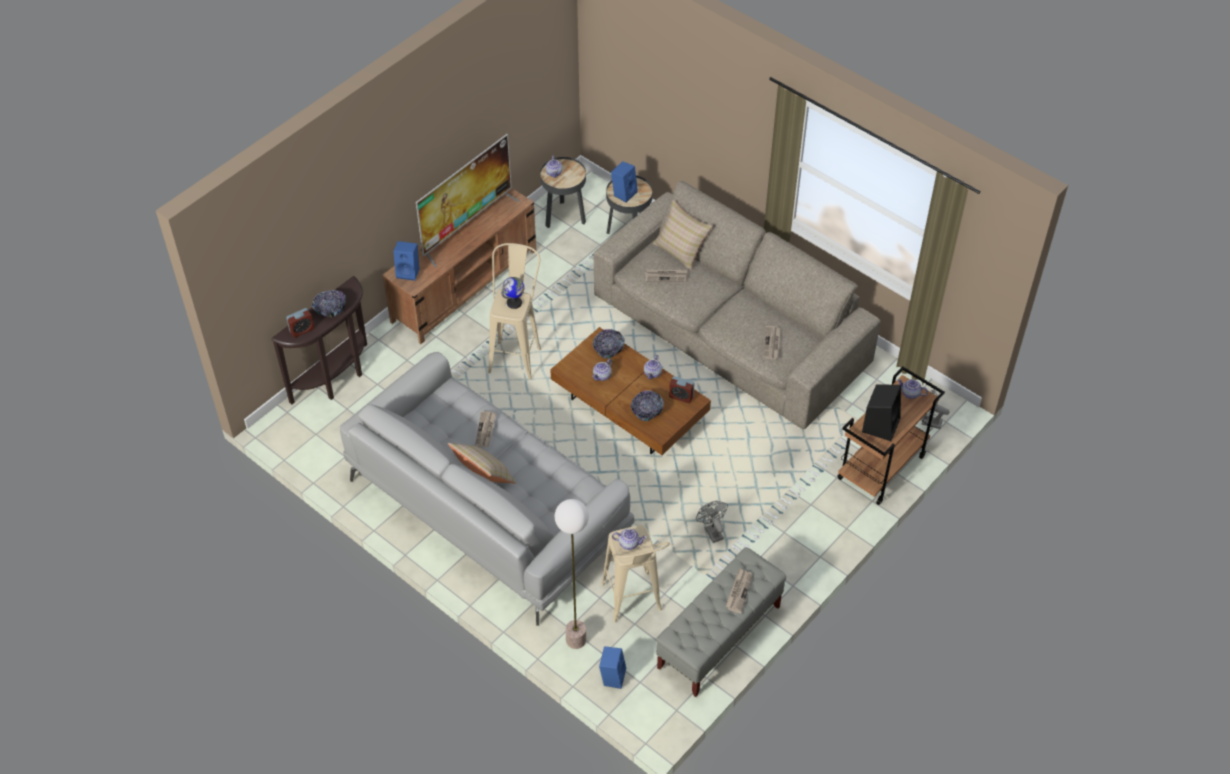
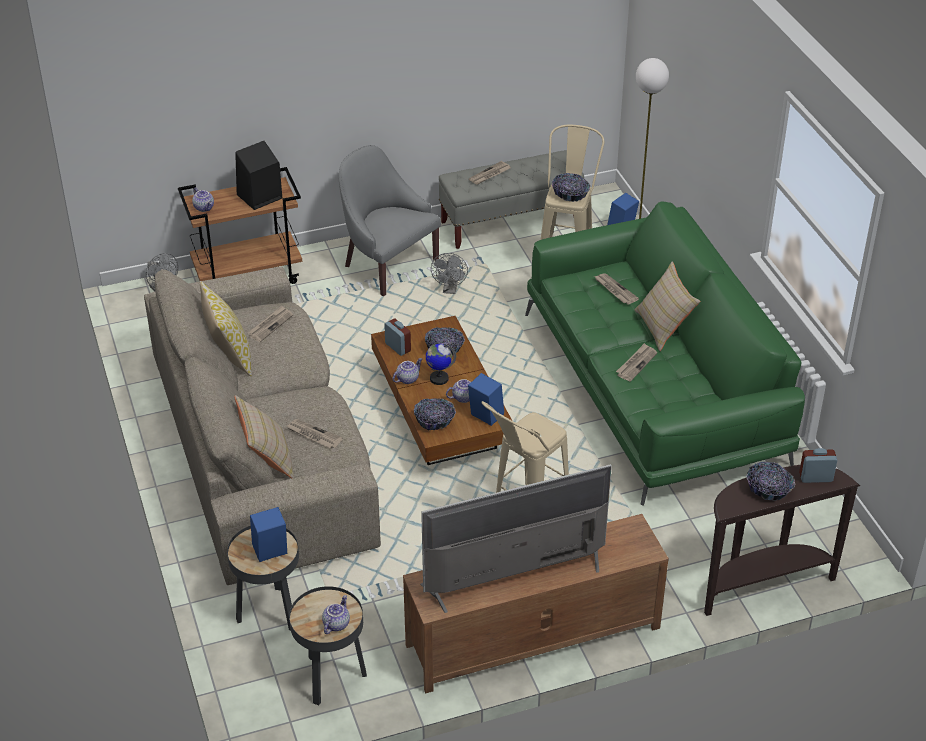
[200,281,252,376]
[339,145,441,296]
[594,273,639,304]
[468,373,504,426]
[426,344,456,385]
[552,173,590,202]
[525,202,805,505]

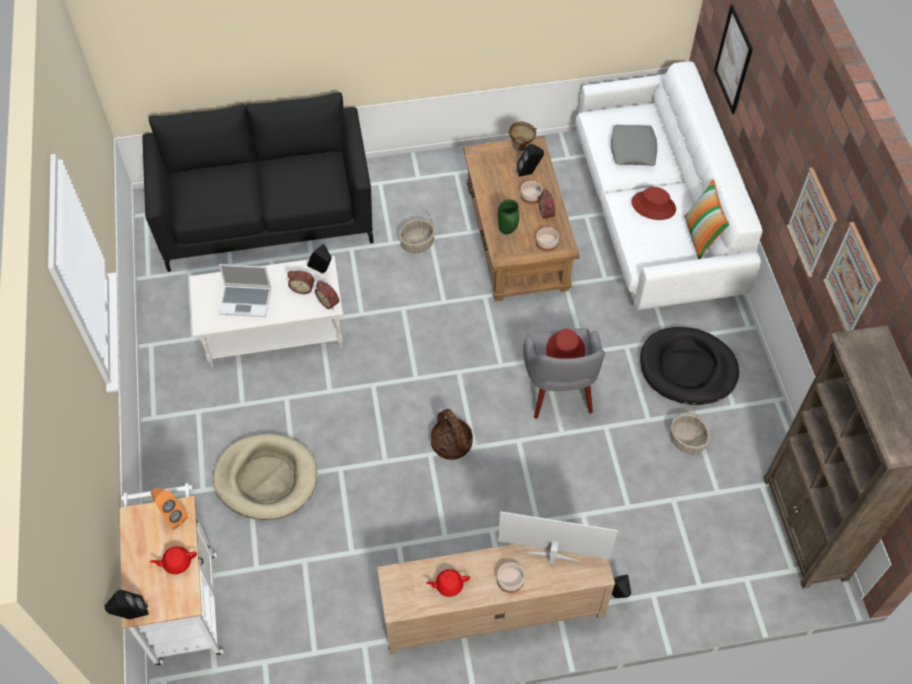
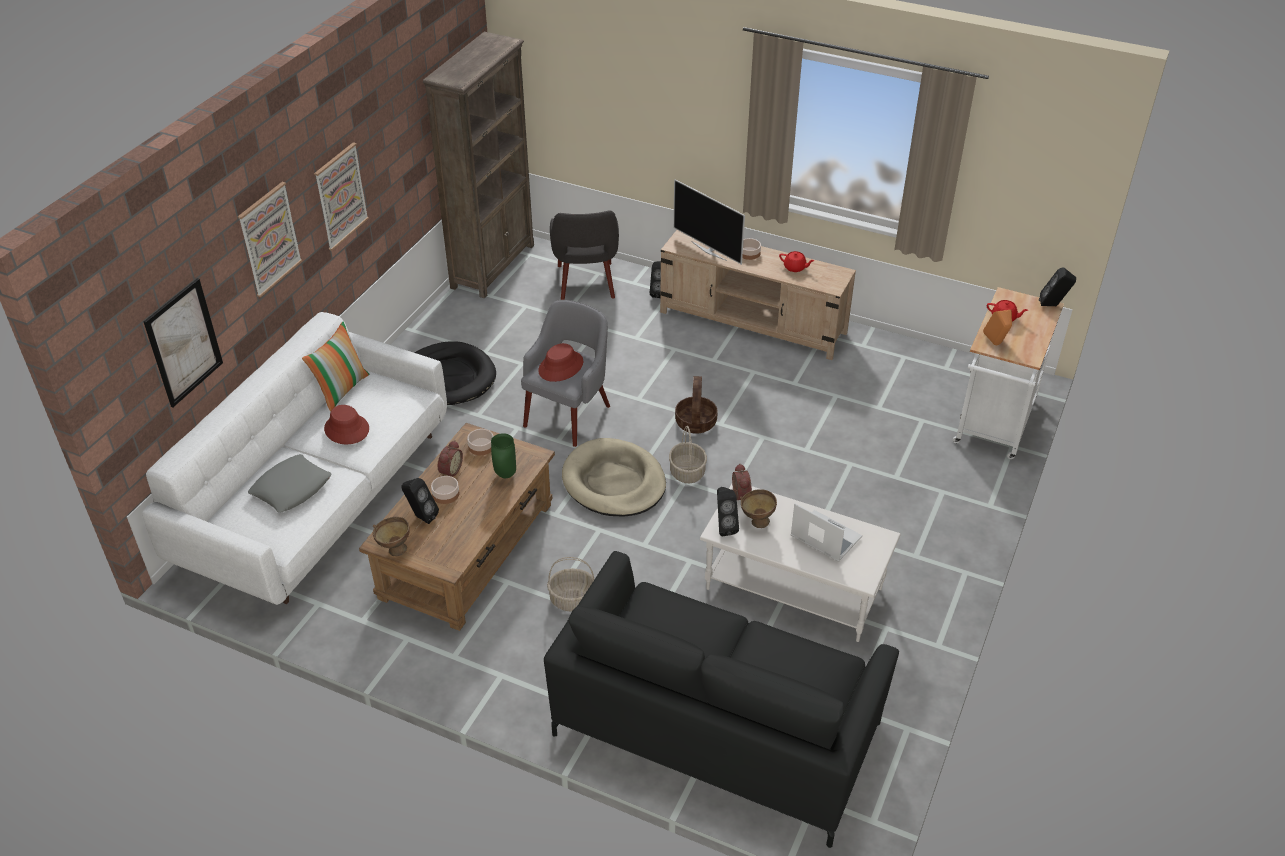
[550,211,619,300]
[562,438,666,517]
[669,426,707,483]
[238,182,302,297]
[740,489,777,528]

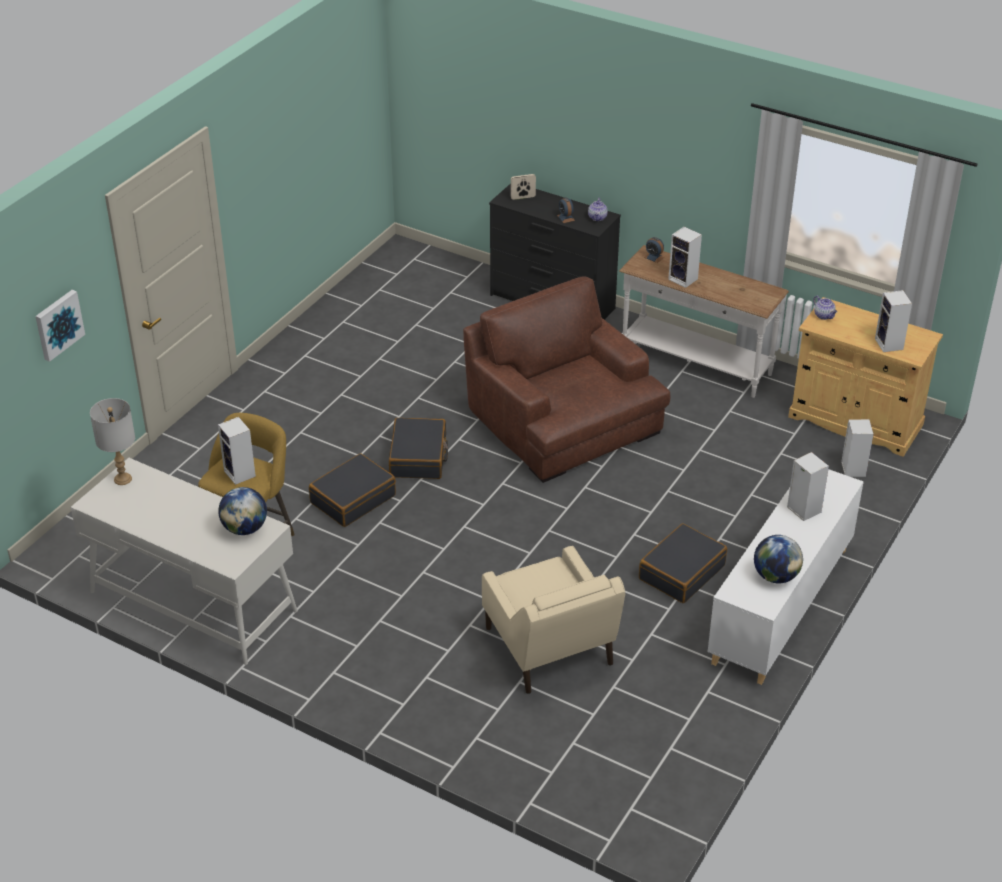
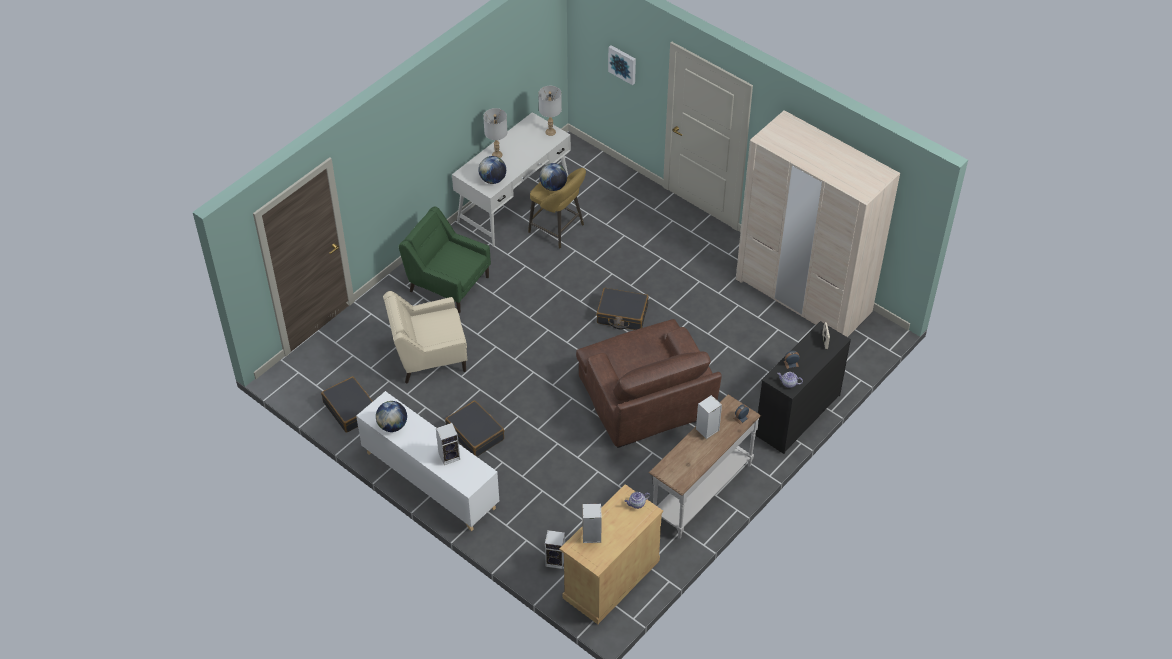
[398,207,491,313]
[483,108,508,158]
[736,110,900,337]
[321,376,373,433]
[539,163,567,191]
[576,319,722,448]

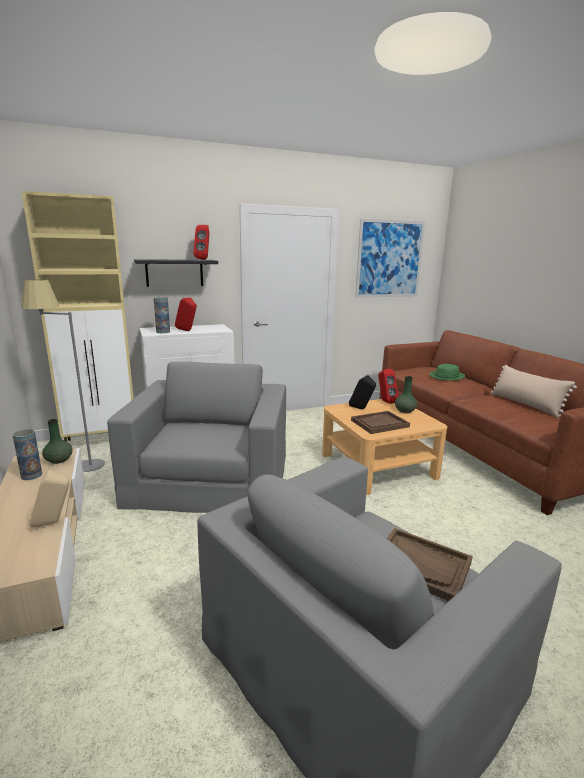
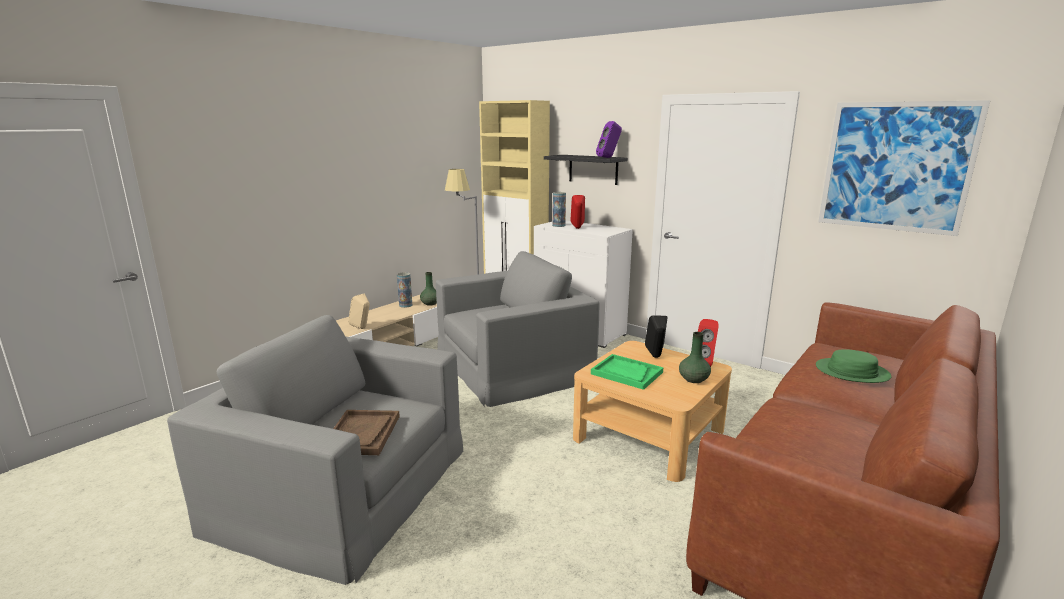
[491,365,577,418] (first image)
[596,121,622,158]
[591,354,663,390]

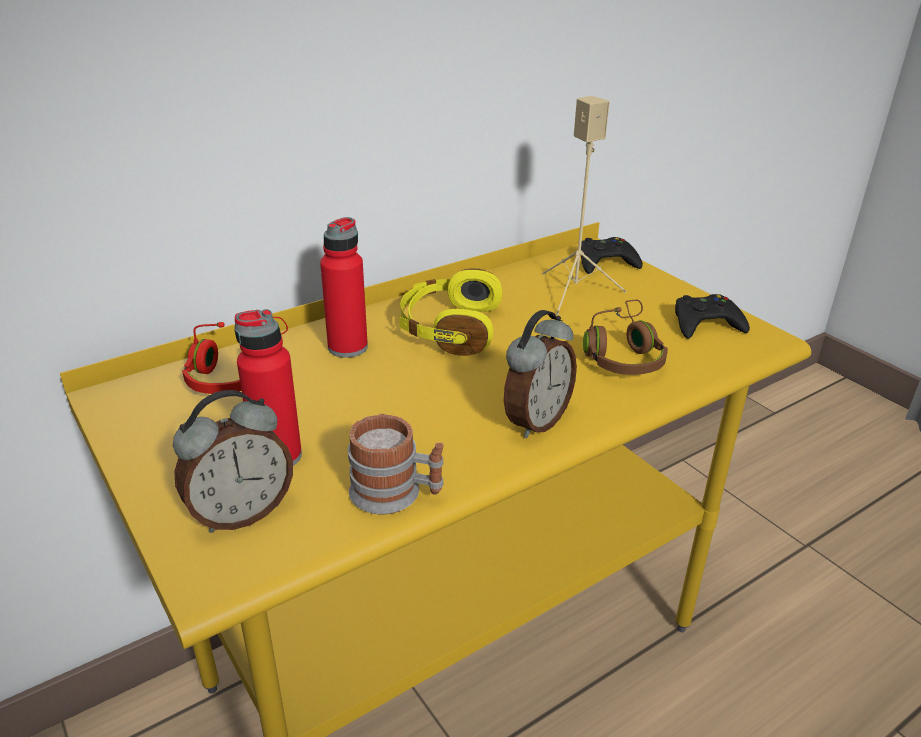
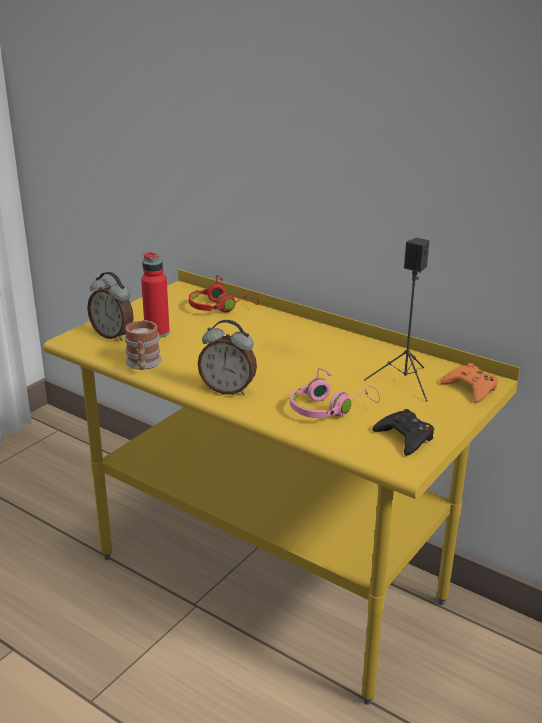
[320,217,368,358] (first image)
[399,268,502,356] (first image)
[364,237,429,402]
[440,363,498,403]
[290,368,380,418]

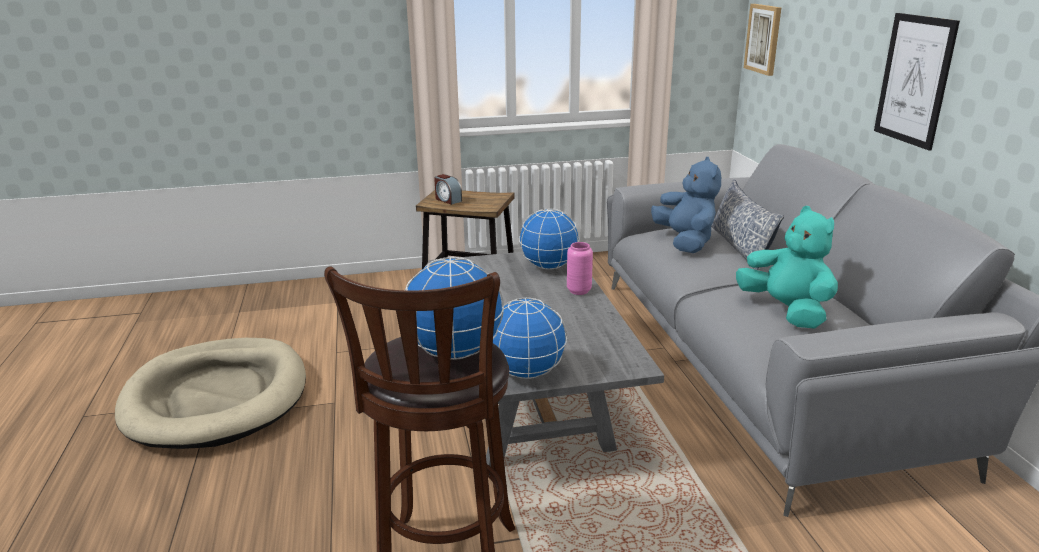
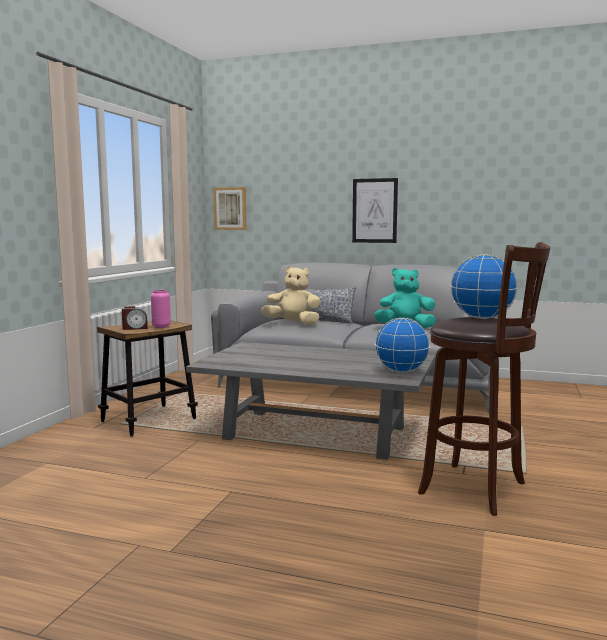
[115,338,306,449] (first image)
[519,209,580,270] (first image)
[151,290,171,328]
[261,266,321,325]

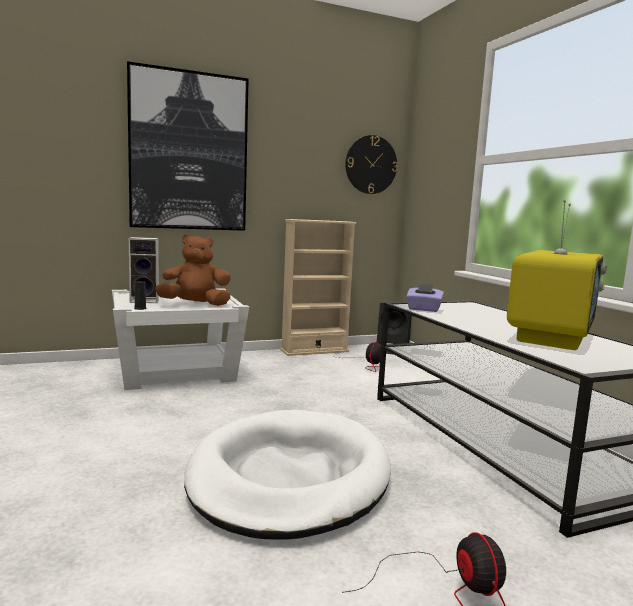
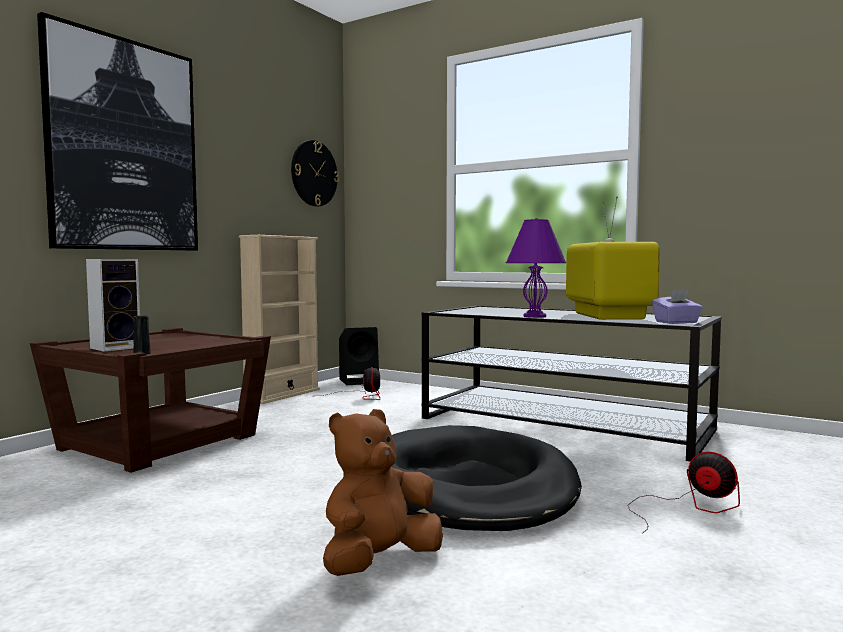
[506,218,566,318]
[323,409,443,576]
[652,290,703,324]
[30,328,271,473]
[391,425,582,531]

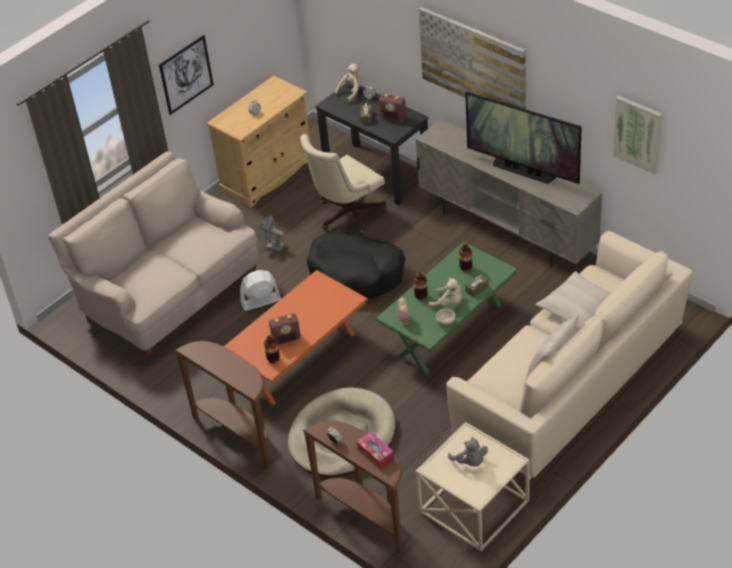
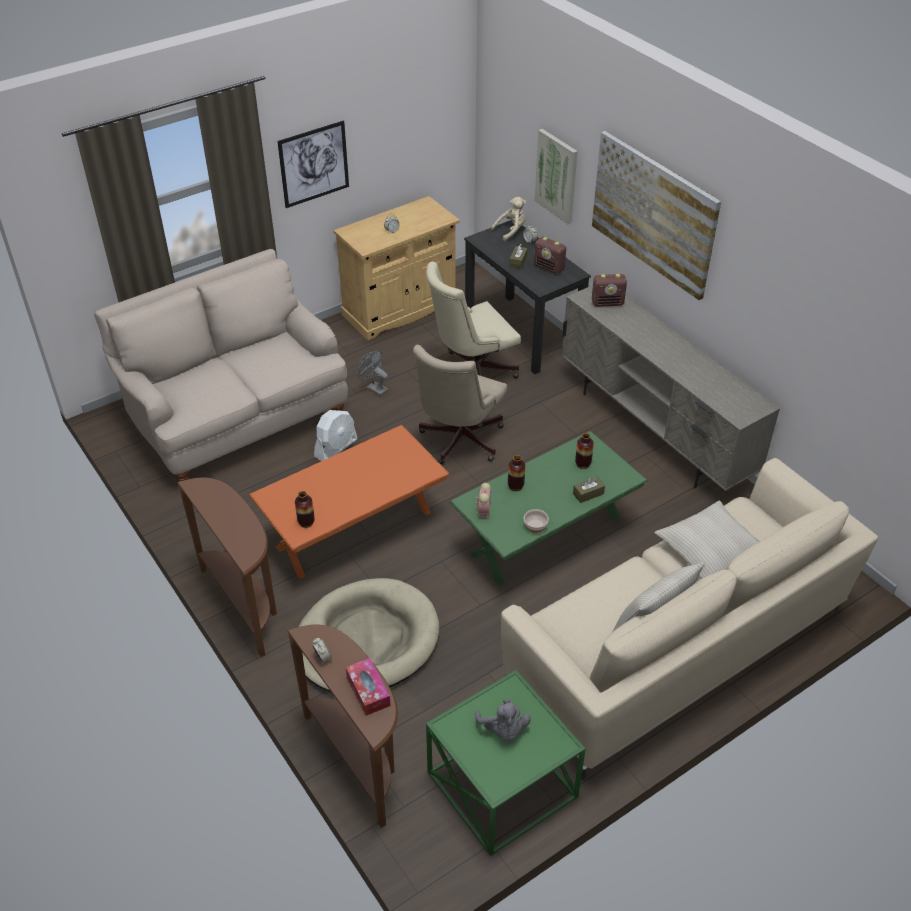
[429,278,462,307] (first image)
[465,91,582,184] (first image)
[592,274,627,307]
[535,129,578,224]
[413,345,507,464]
[426,670,586,856]
[314,410,357,461]

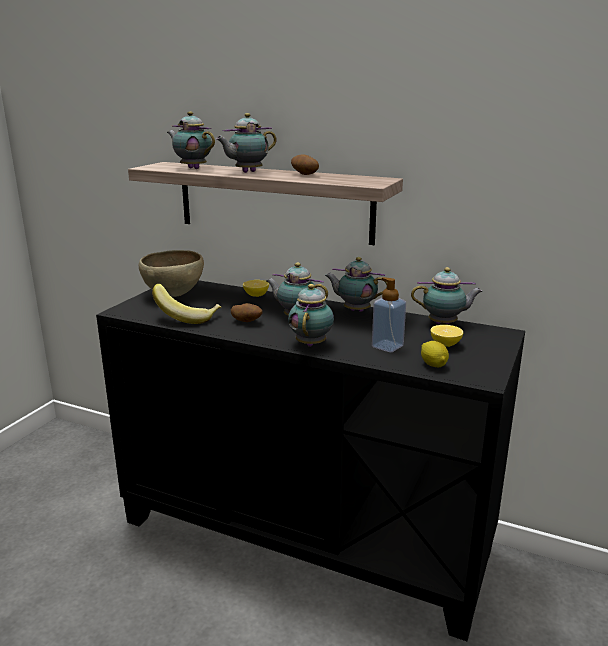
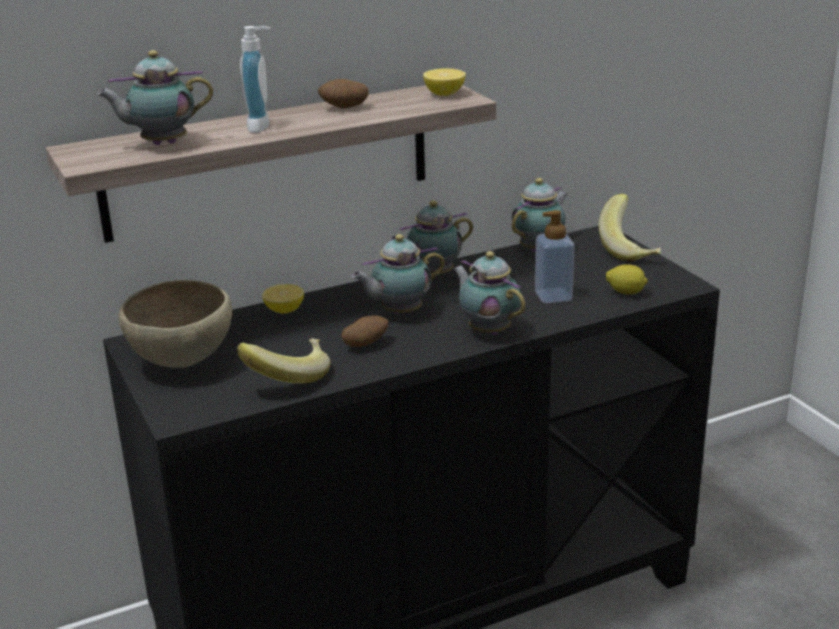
[599,194,661,262]
[423,68,466,96]
[240,26,271,133]

